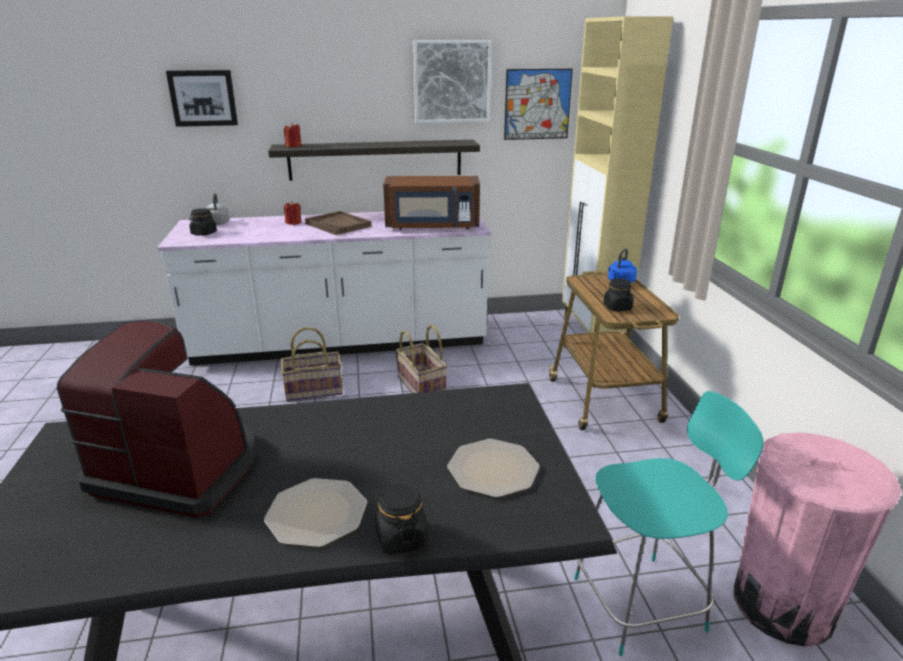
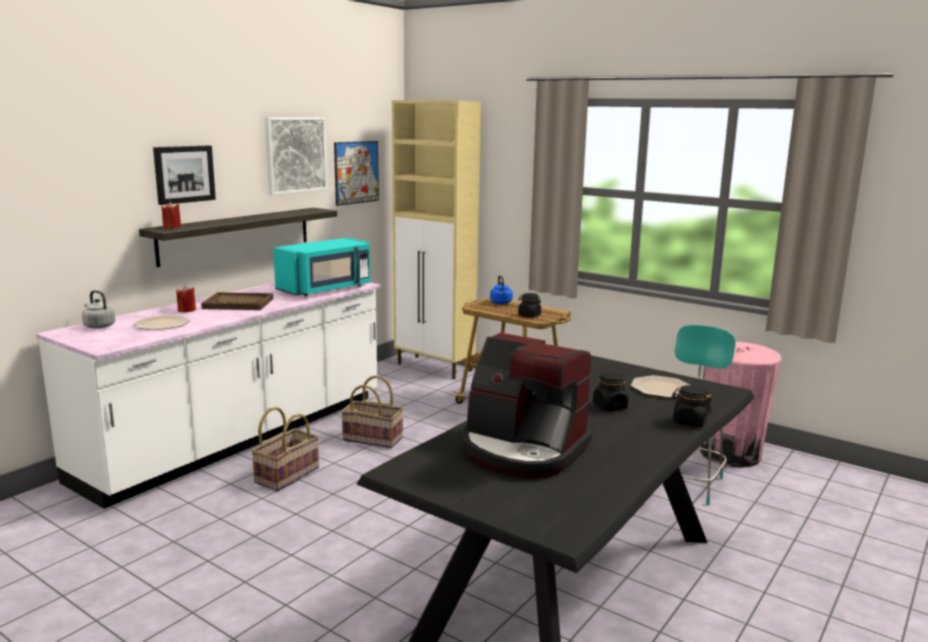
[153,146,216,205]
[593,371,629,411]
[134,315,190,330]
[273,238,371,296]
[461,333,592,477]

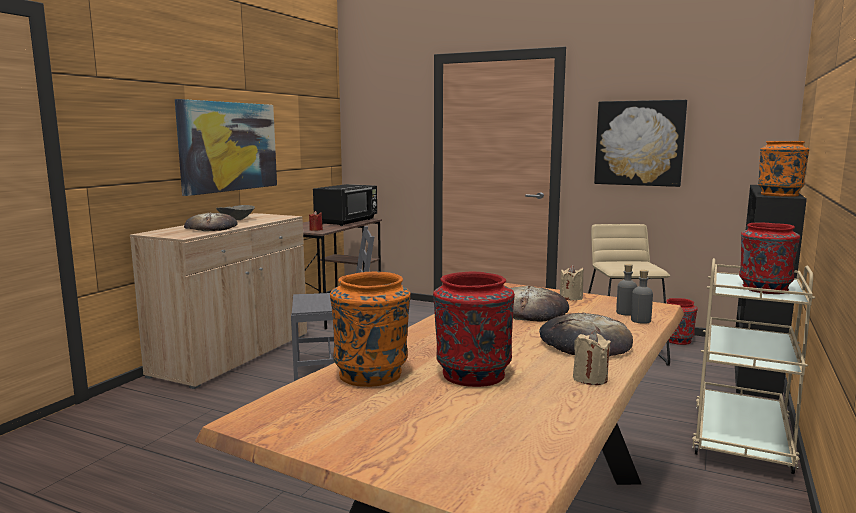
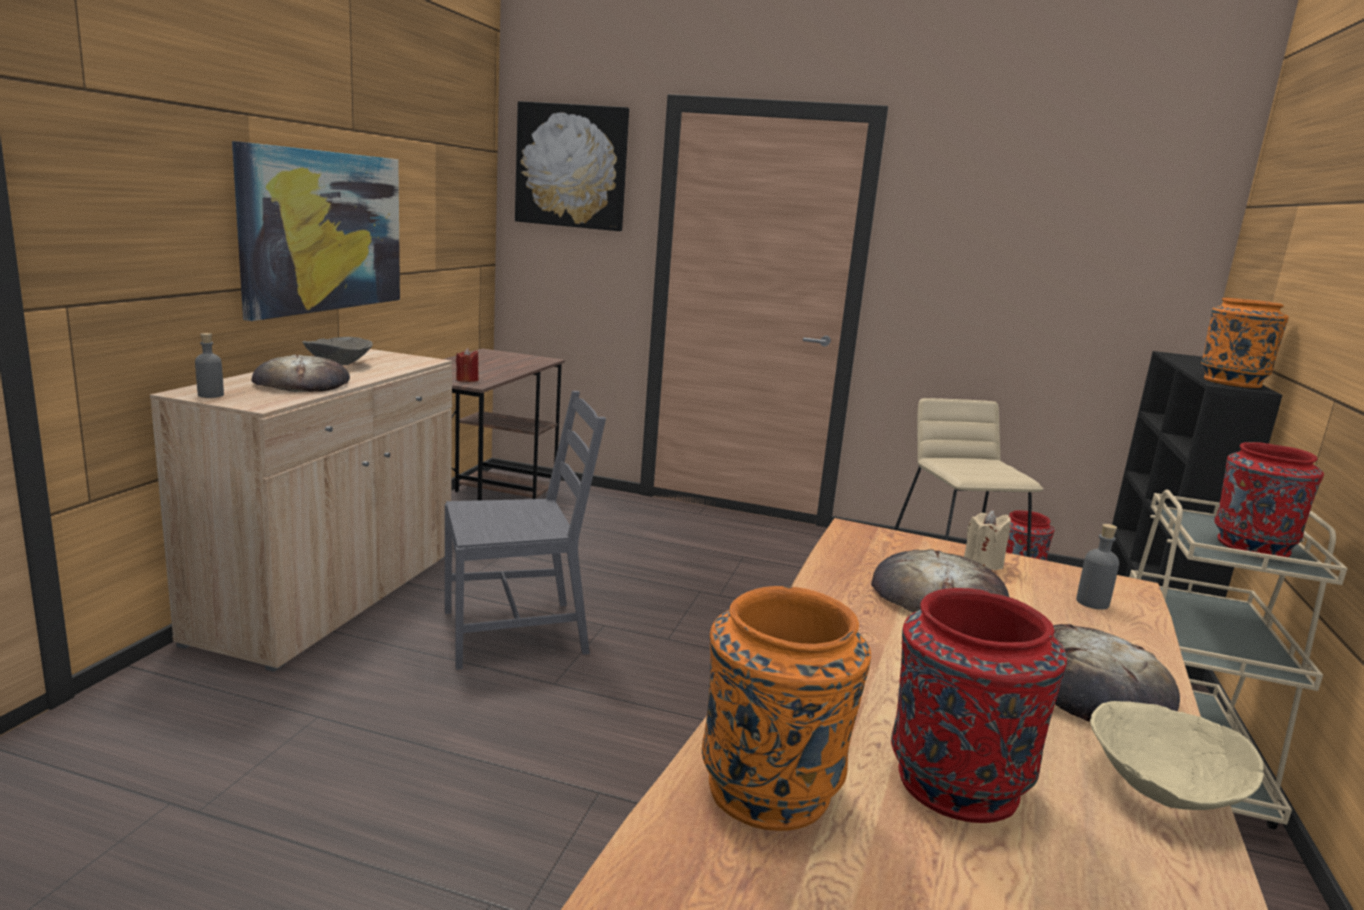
[313,184,377,226] (first image)
[515,101,629,231]
[195,333,224,398]
[1090,701,1264,810]

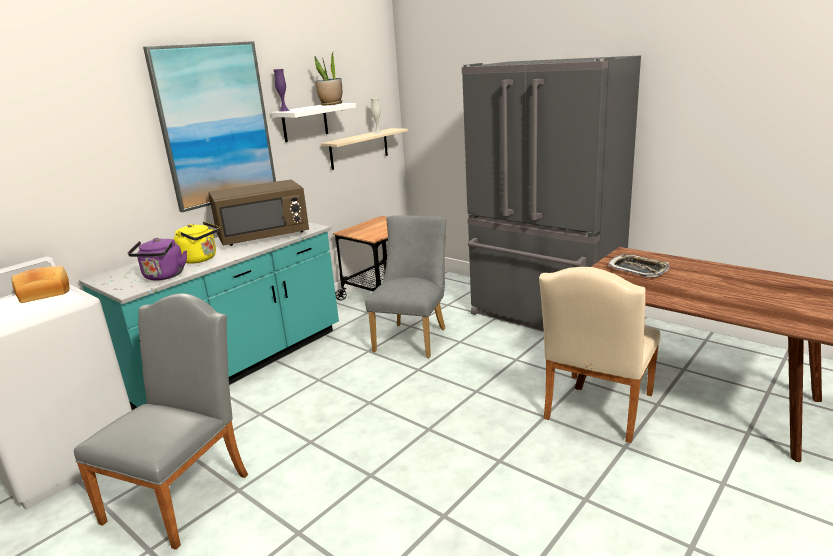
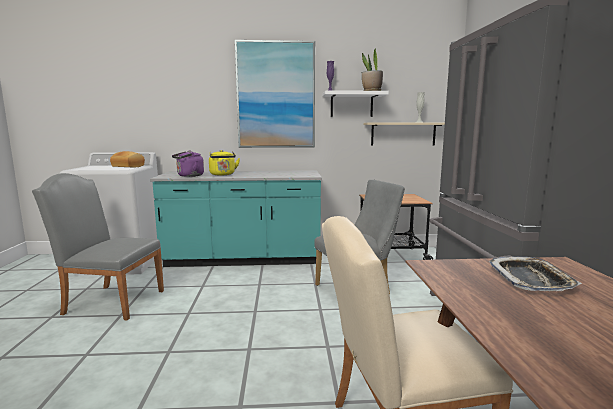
[208,180,309,246] (first image)
[32,173,164,320]

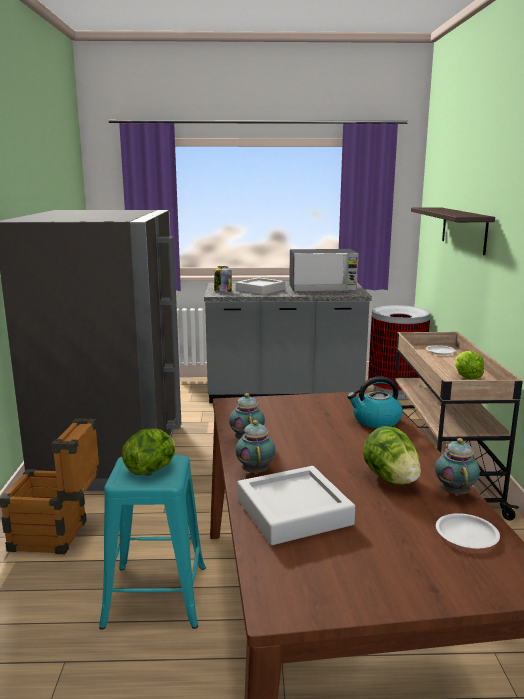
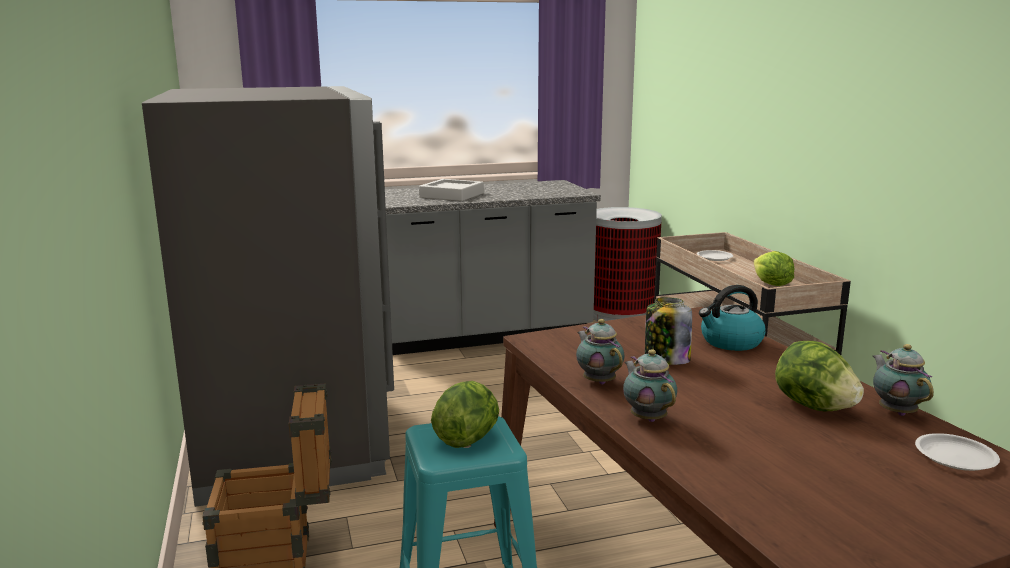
[237,466,355,545] (first image)
[289,249,358,292] (first image)
[411,208,495,255] (first image)
[645,297,692,365]

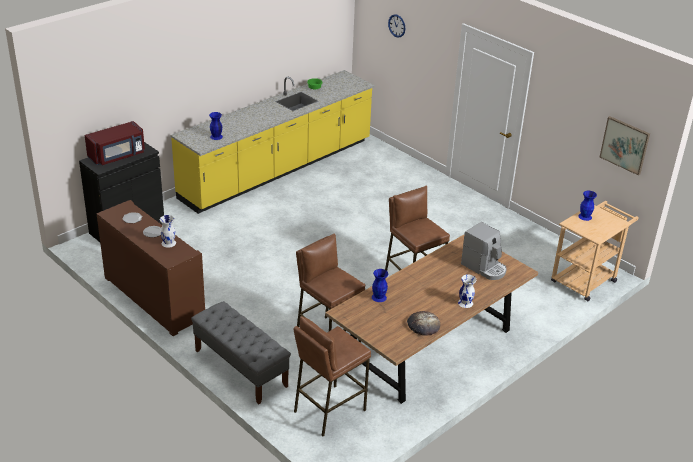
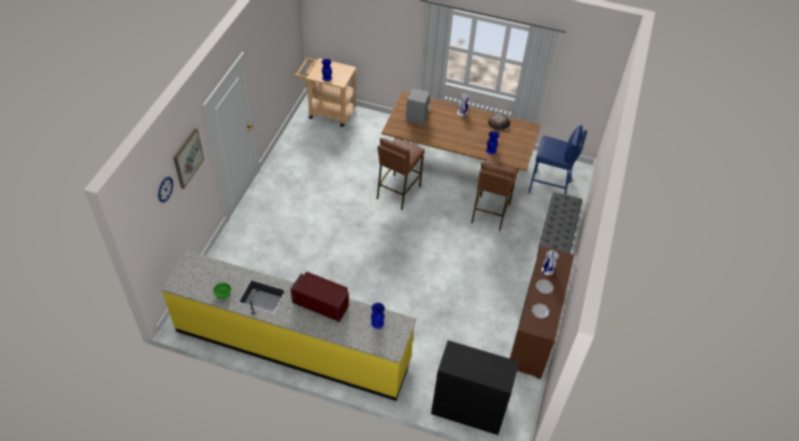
[291,271,349,322]
[173,129,204,189]
[528,125,587,194]

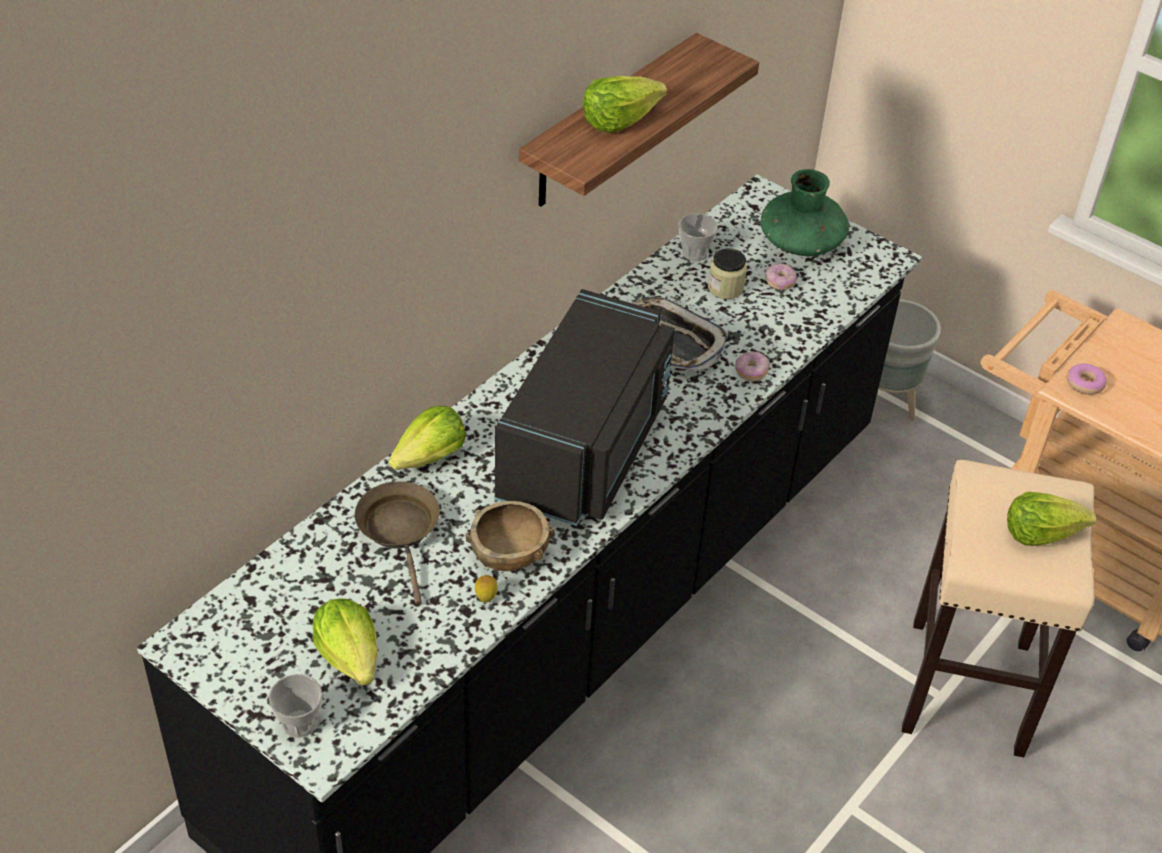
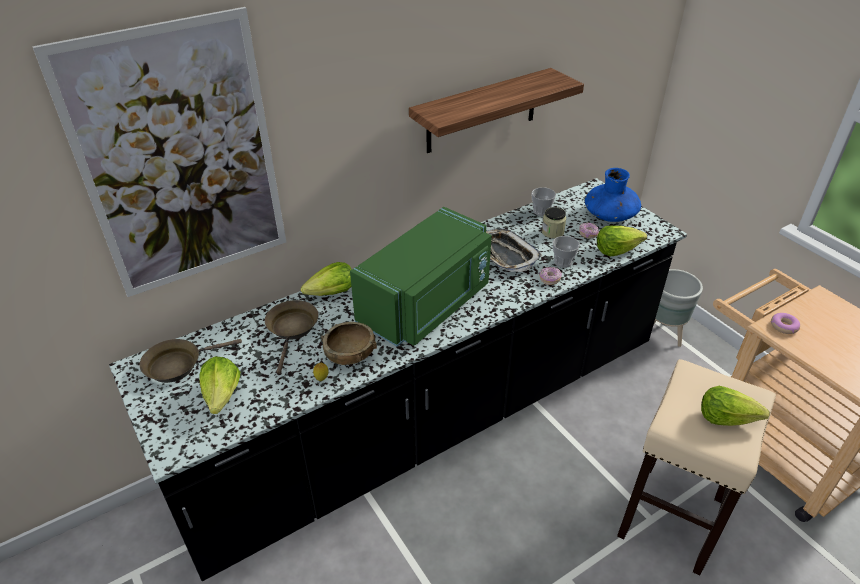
[32,7,286,297]
[139,339,242,383]
[553,236,580,268]
[597,226,647,256]
[350,207,492,347]
[585,168,641,222]

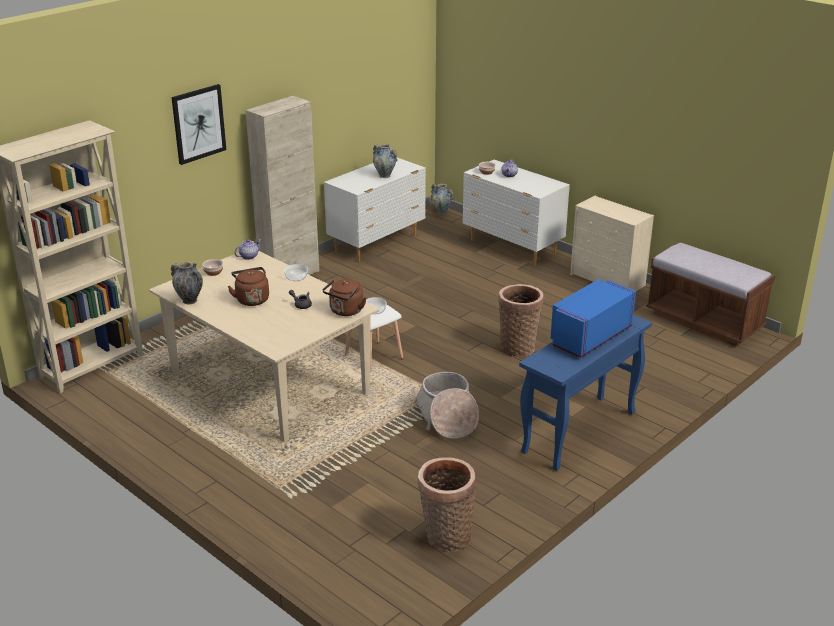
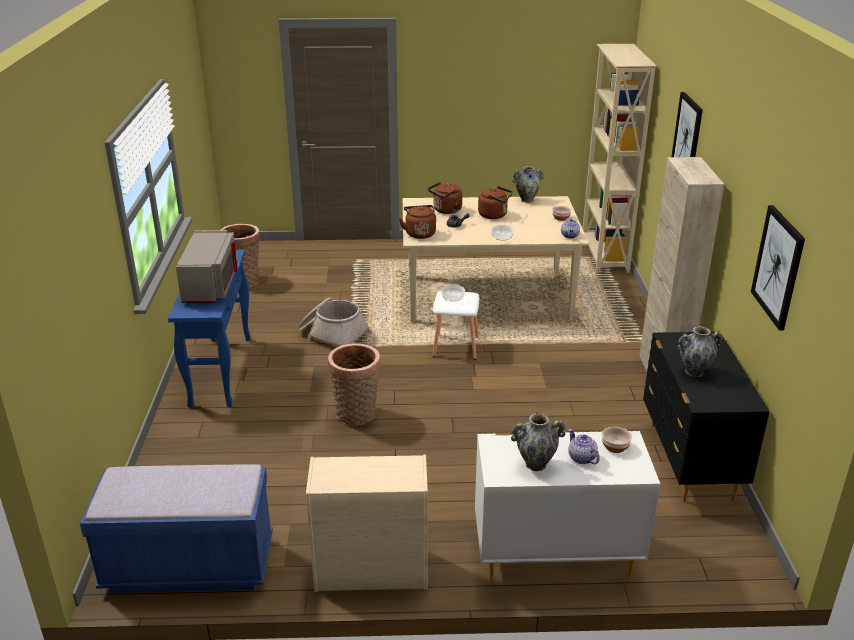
[428,182,462,214]
[751,205,805,330]
[511,412,566,471]
[643,332,770,502]
[176,230,238,303]
[80,465,273,593]

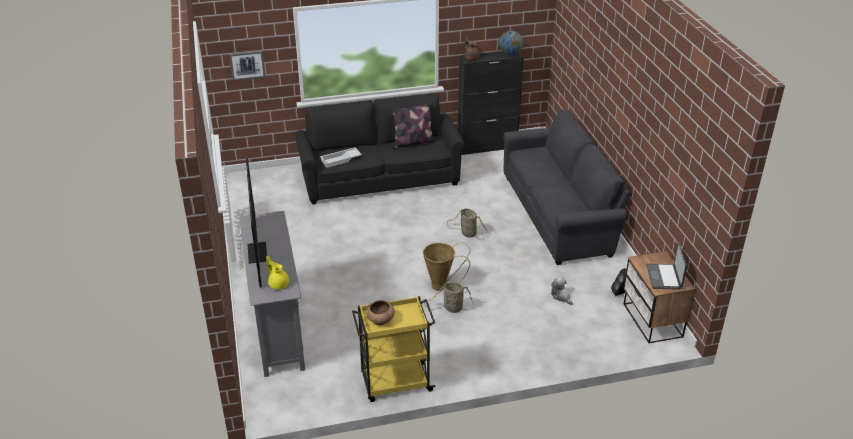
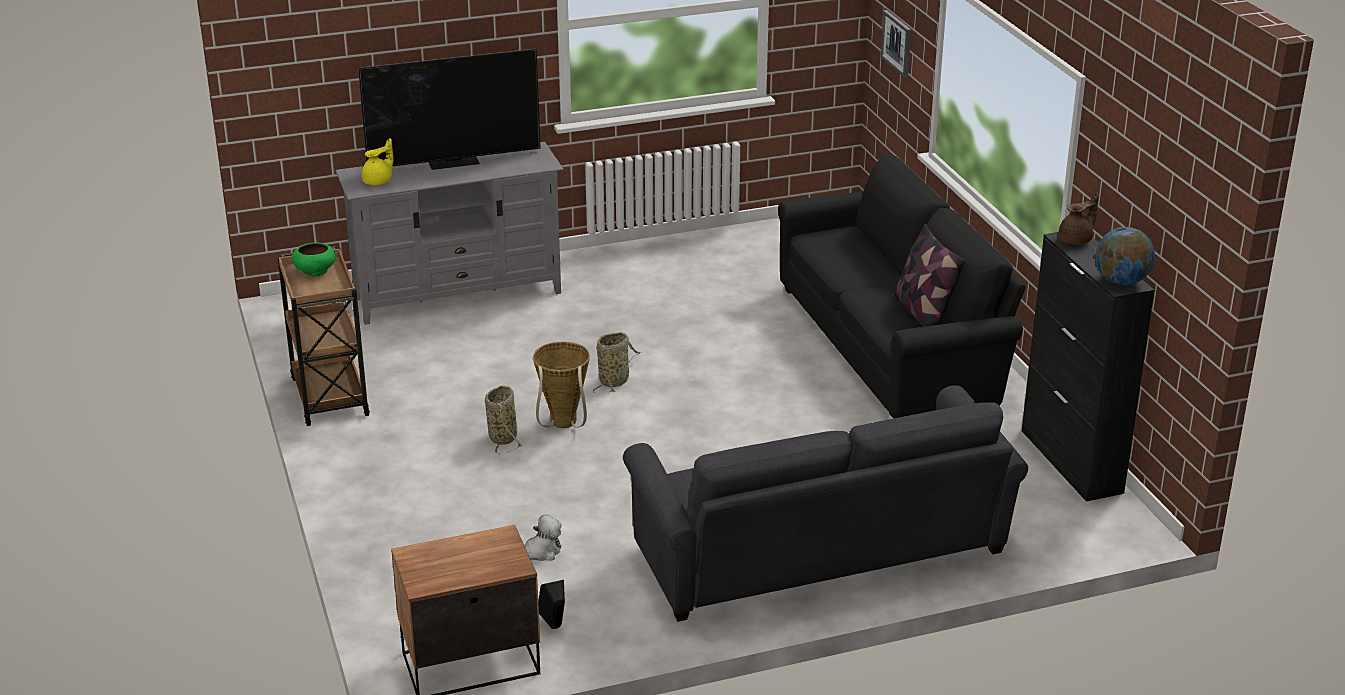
[320,147,362,168] (first image)
[646,243,687,290] (first image)
[593,332,641,394]
[277,246,370,426]
[292,242,336,276]

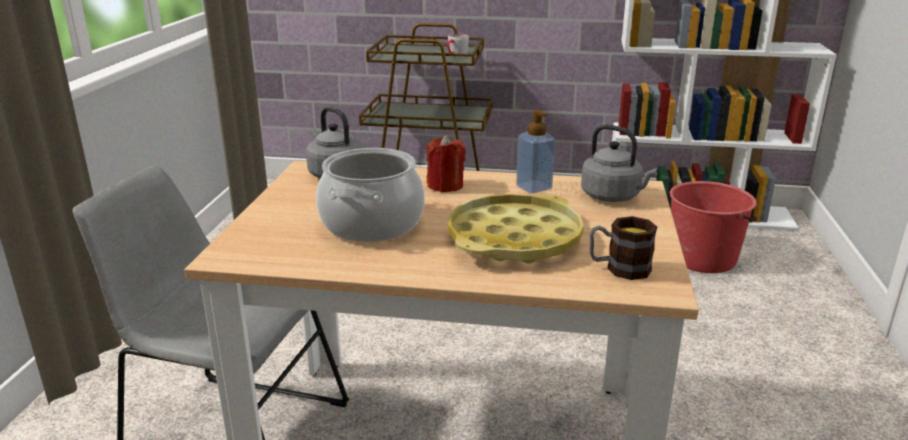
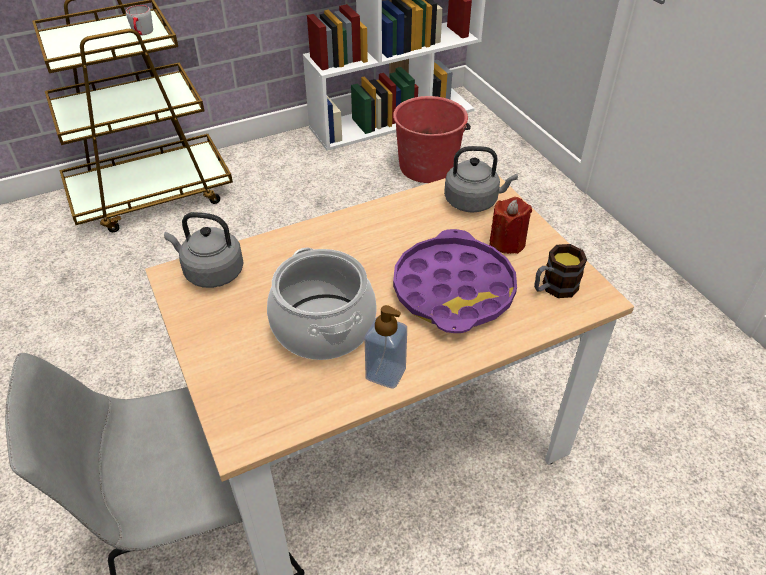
[489,197,532,254]
[365,305,407,389]
[393,229,517,333]

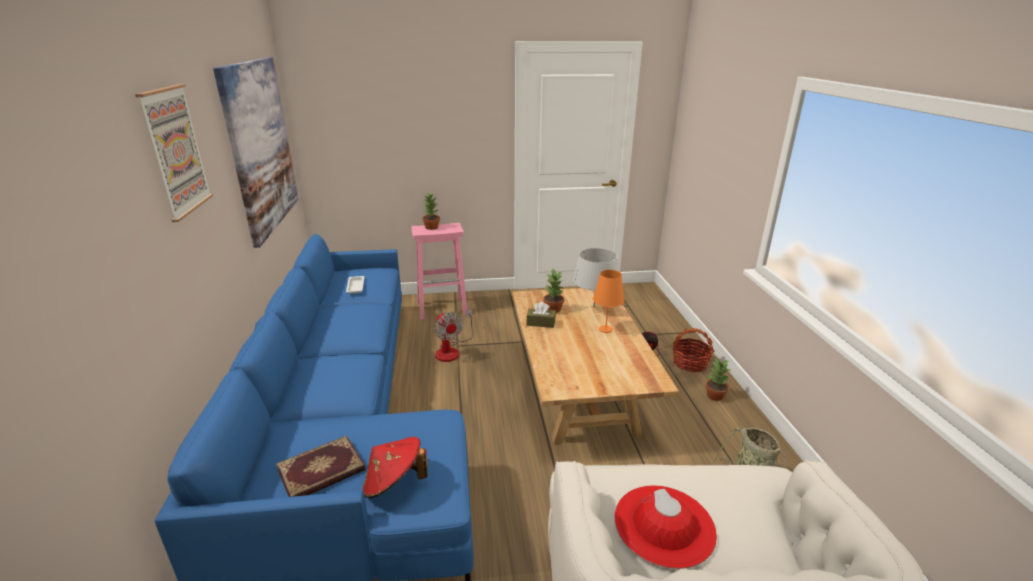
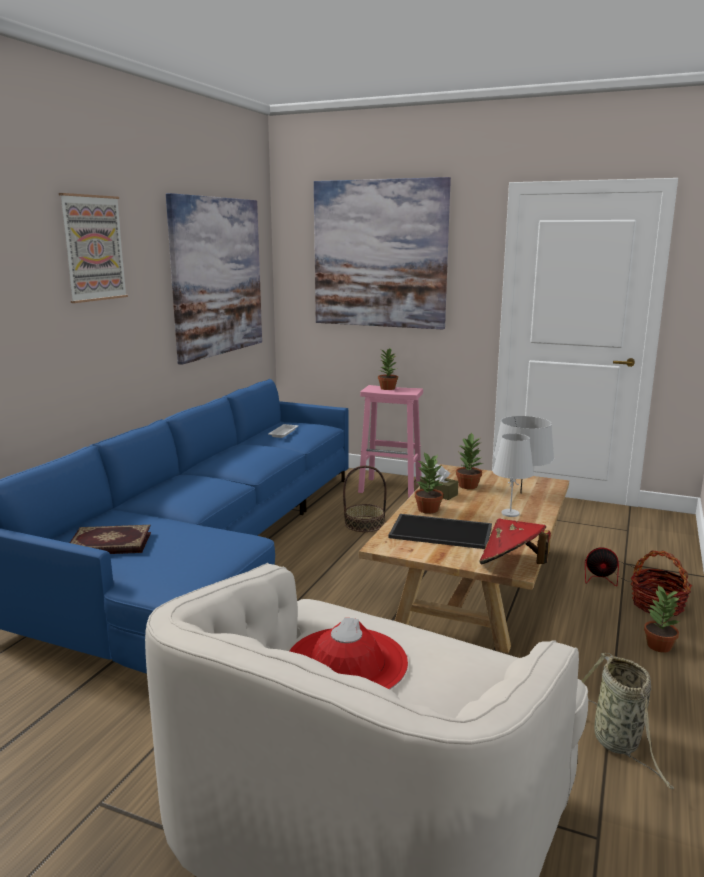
[314,177,451,329]
[388,514,492,549]
[415,452,443,514]
[479,518,551,564]
[343,466,387,532]
[493,433,534,517]

